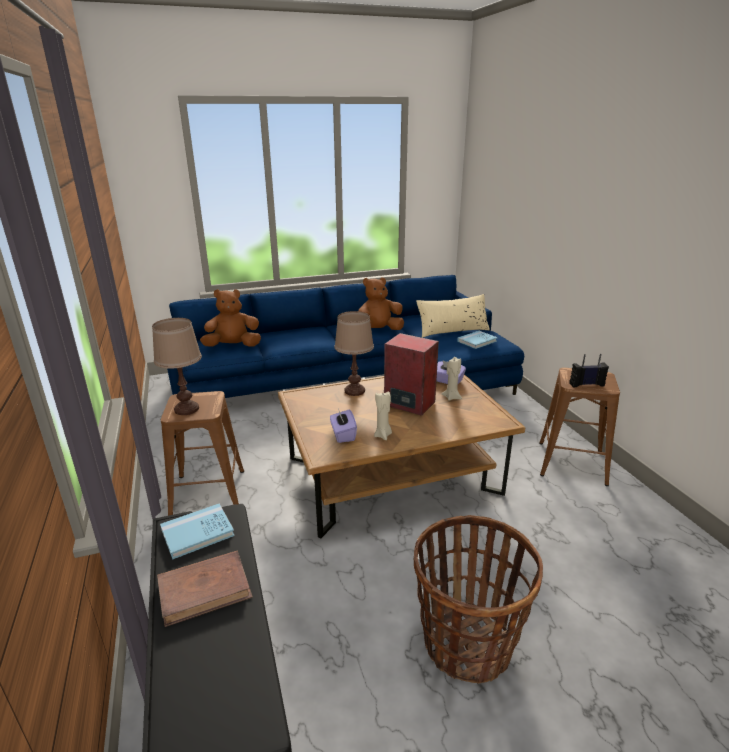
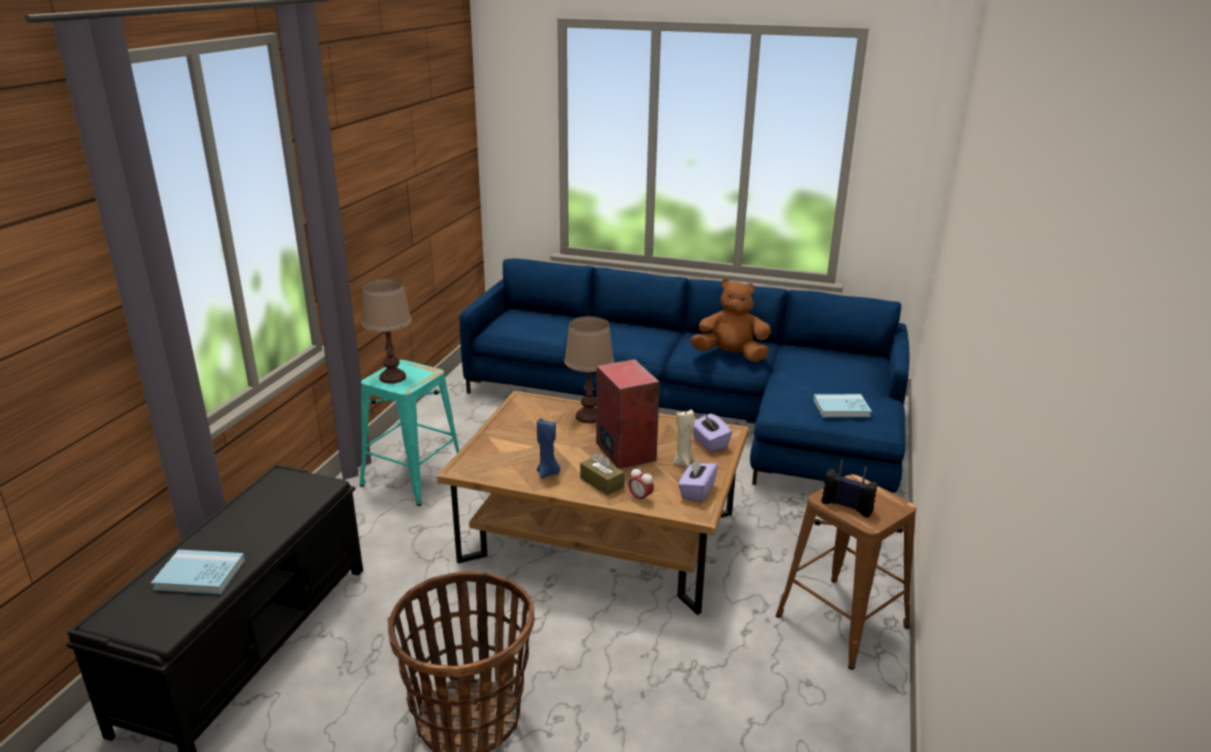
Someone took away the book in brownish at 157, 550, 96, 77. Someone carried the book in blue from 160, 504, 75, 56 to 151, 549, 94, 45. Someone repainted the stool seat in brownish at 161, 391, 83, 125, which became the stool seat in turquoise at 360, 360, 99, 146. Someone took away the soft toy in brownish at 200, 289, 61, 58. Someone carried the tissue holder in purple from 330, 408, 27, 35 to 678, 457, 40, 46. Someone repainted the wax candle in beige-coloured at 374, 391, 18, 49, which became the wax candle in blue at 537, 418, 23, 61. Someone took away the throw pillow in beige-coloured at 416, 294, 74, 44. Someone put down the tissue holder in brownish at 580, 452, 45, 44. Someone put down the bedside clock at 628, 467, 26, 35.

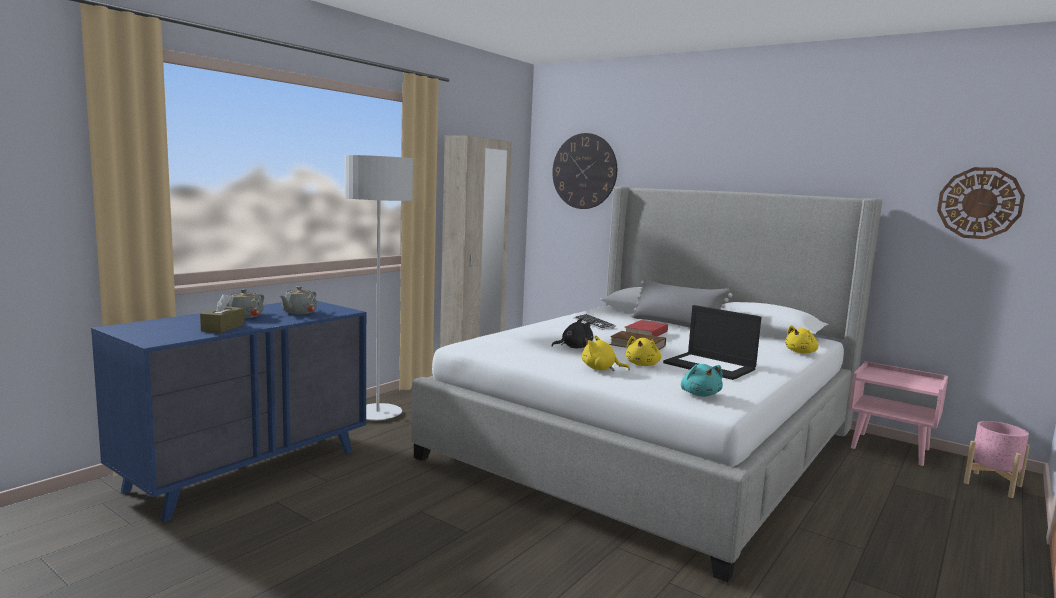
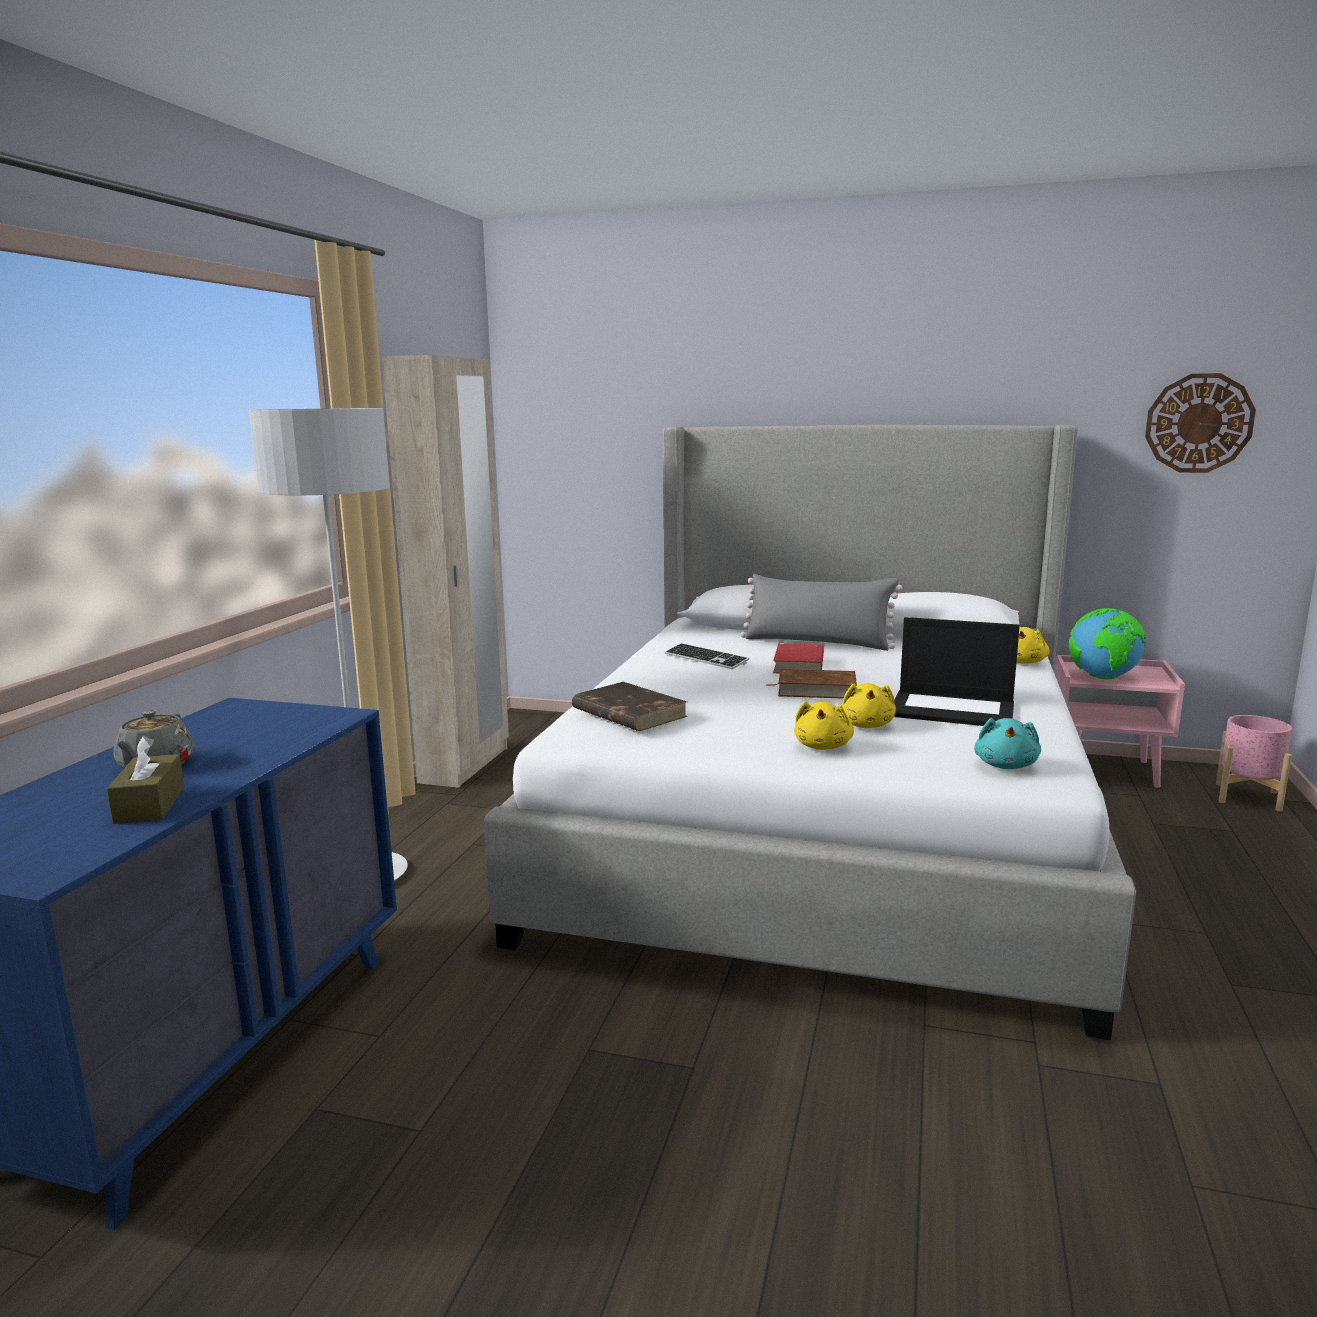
Someone took away the tea pot in grey at 280, 286, 37, 28. Someone took away the soft toy in blackish at 551, 318, 42, 31. Someone took away the clock on the wall at 552, 133, 65, 76. Someone rotated the soft toy in yellow at 582, 335, 48, 36 by 75 degrees counterclockwise. Someone rotated the soft toy in turquoise at 681, 364, 42, 33 by 45 degrees clockwise. Someone put down the book in brownish at 572, 682, 116, 49. Someone put down the desk globe at 1069, 608, 77, 71.

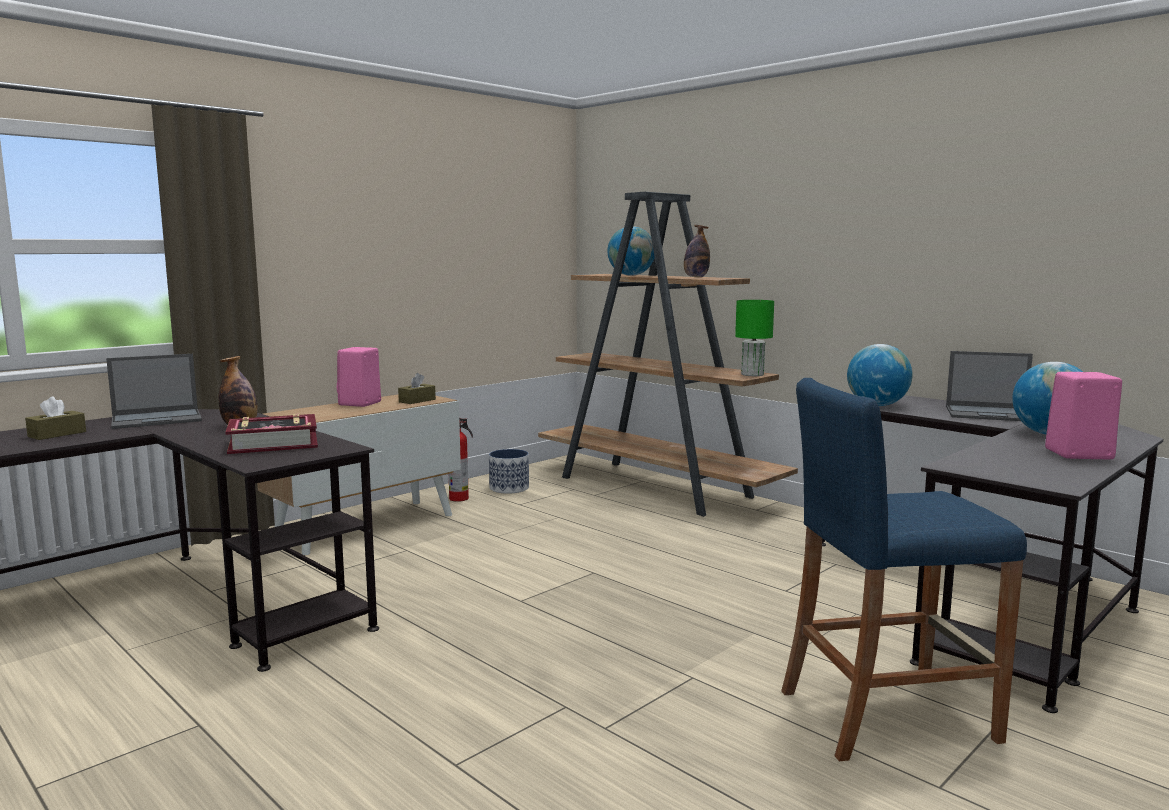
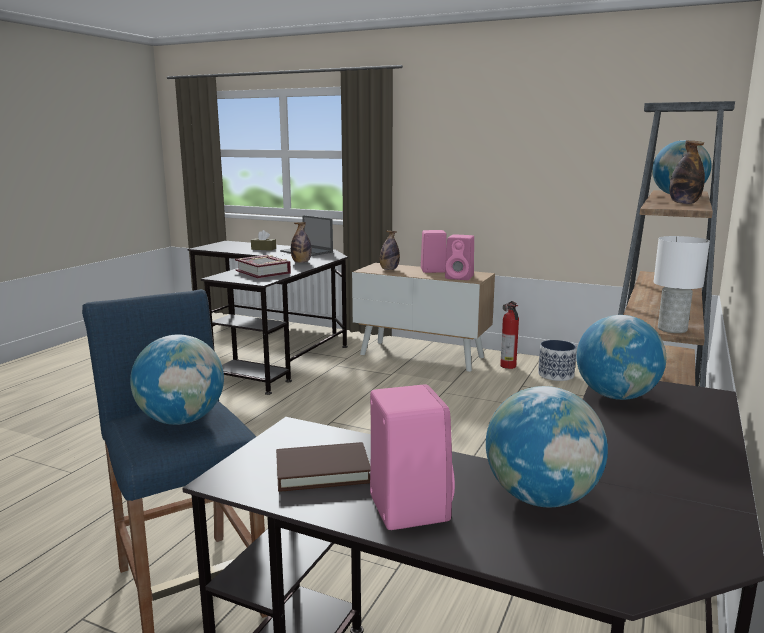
Someone swapped the tissue holder in brownish at 398, 373, 38, 31 for the audio speaker in pink-coloured at 445, 234, 29, 46. Someone repainted the table lamp in greenish at 735, 300, 39, 76, which became the table lamp in whitish at 654, 236, 56, 97. Someone took away the laptop at 946, 351, 87, 70. Someone put down the desk globe at 130, 335, 94, 90. Someone put down the book in brownish at 276, 442, 94, 50. Someone put down the beverage bottle at 380, 231, 20, 39.

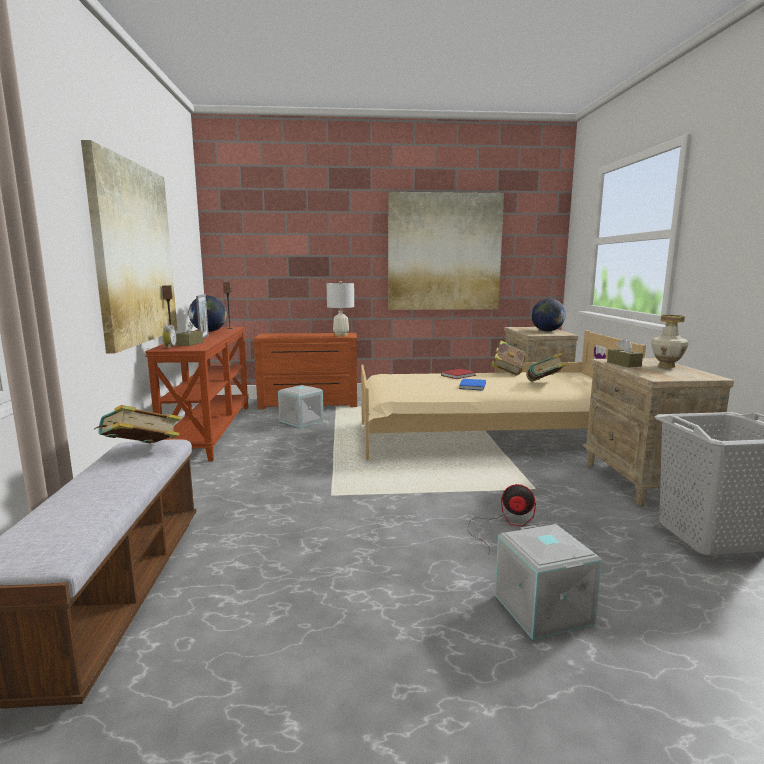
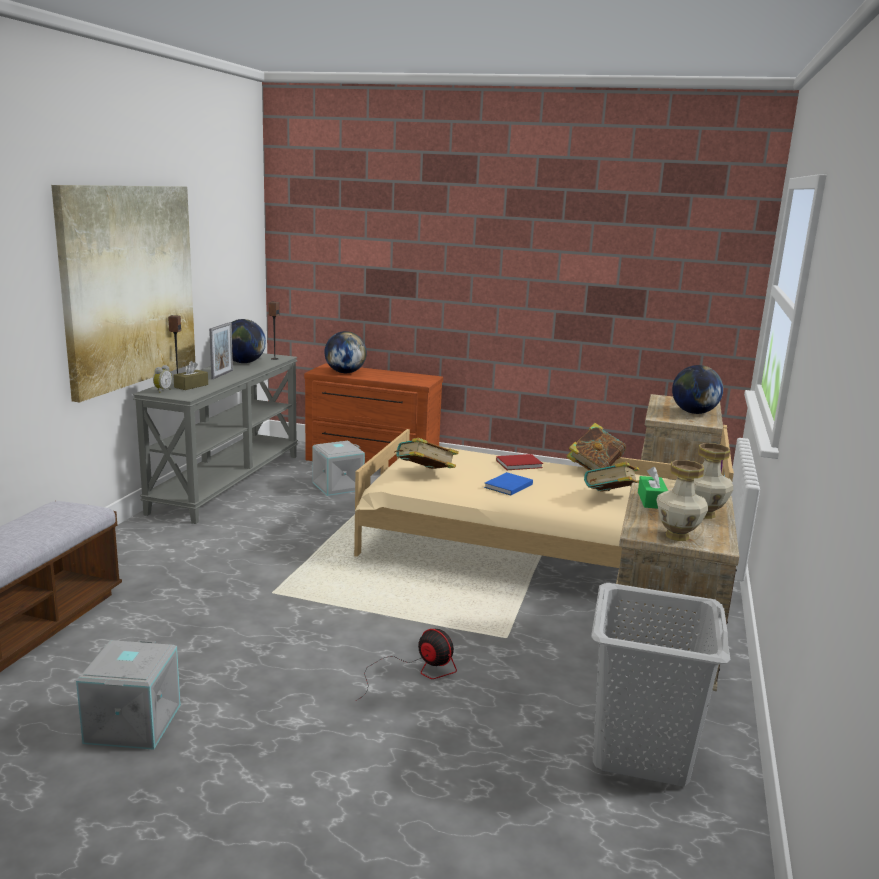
Someone carried the book from 94, 405, 87, 38 to 394, 438, 65, 31. Someone repainted the console table in brownish at 145, 327, 104, 134, which became the console table in grey at 133, 353, 165, 171. Someone took away the table lamp in whitish at 327, 281, 27, 55. Someone took away the wall picture at 388, 192, 116, 118. Someone carried the storage box in grey from 495, 524, 107, 116 to 76, 640, 105, 110. Someone repainted the tissue holder in brownish at 607, 338, 36, 29, which became the tissue holder in greenish at 638, 467, 30, 42. Someone put down the desk globe at 325, 331, 42, 42. Someone put down the decorative vase at 656, 460, 52, 81.

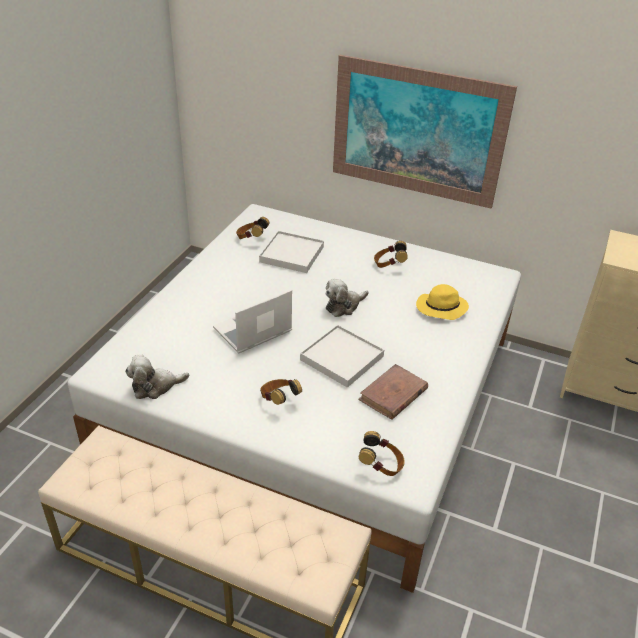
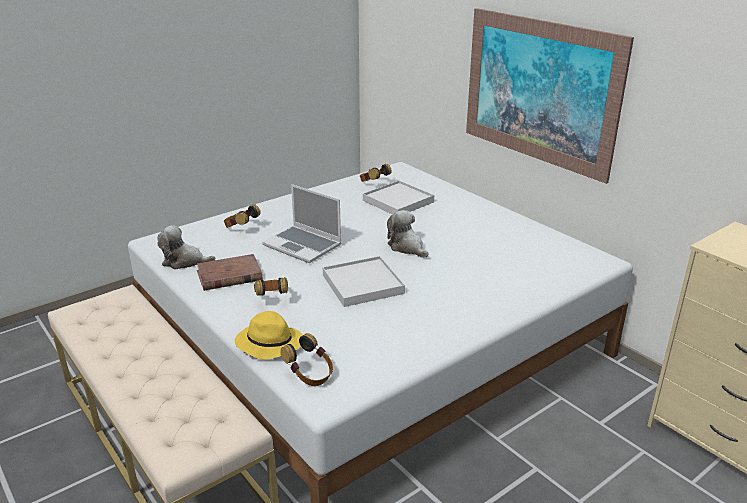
Someone rotated the laptop at 213, 290, 79, 64 by 135 degrees counterclockwise. Someone rotated the soft toy at 326, 279, 43, 38 by 60 degrees clockwise. Someone carried the book in brownish from 358, 364, 70, 56 to 197, 254, 66, 37. Someone carried the pair of headphones from 374, 241, 34, 27 to 224, 205, 37, 23. Someone carried the clothing hat in yellow from 416, 284, 53, 36 to 235, 311, 68, 49.

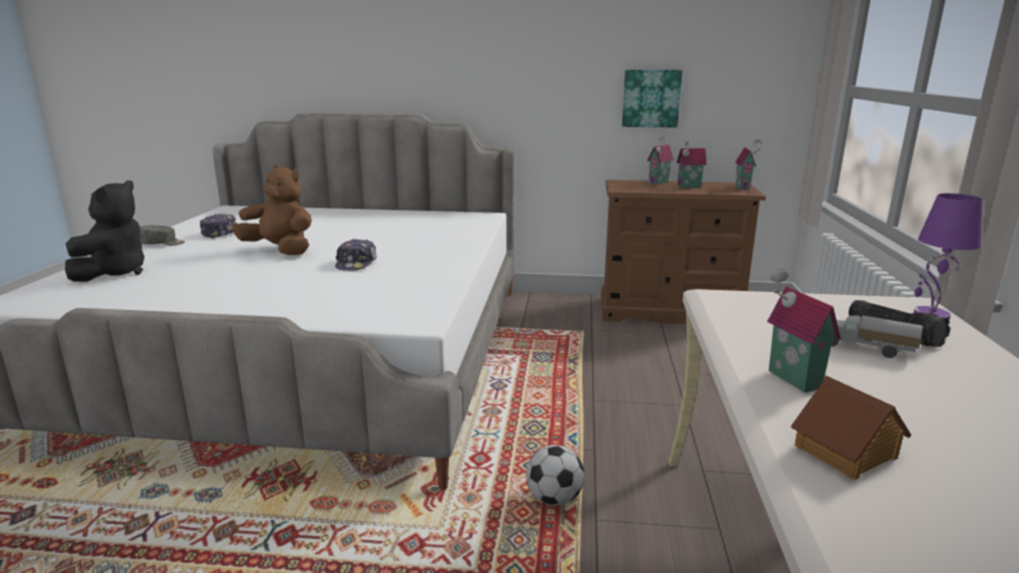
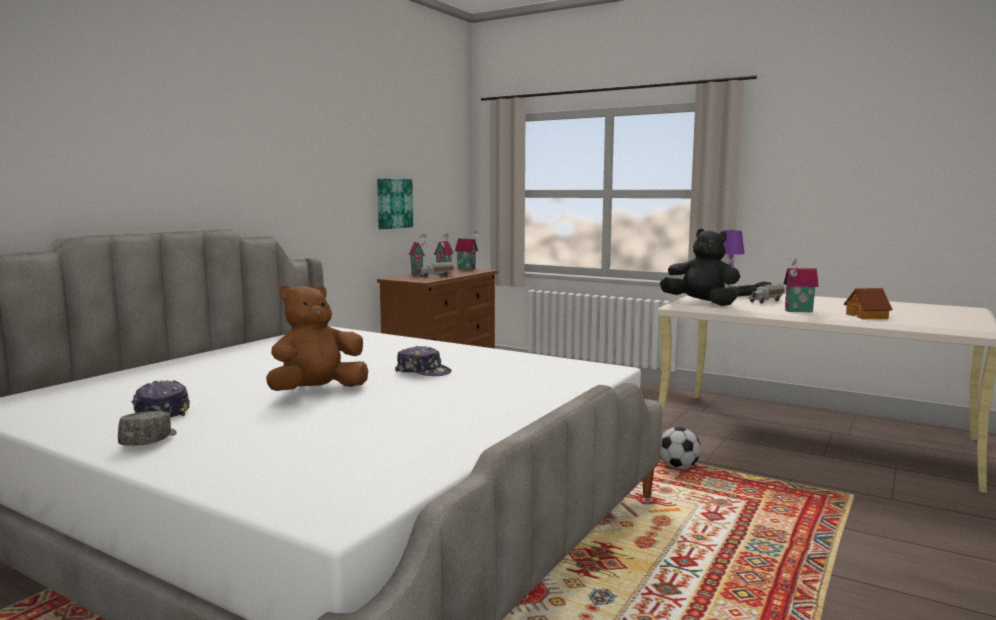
Someone carried the soft toy in blackish from 65, 180, 80, 102 to 660, 229, 80, 77. Someone put down the model truck at 418, 262, 36, 16.

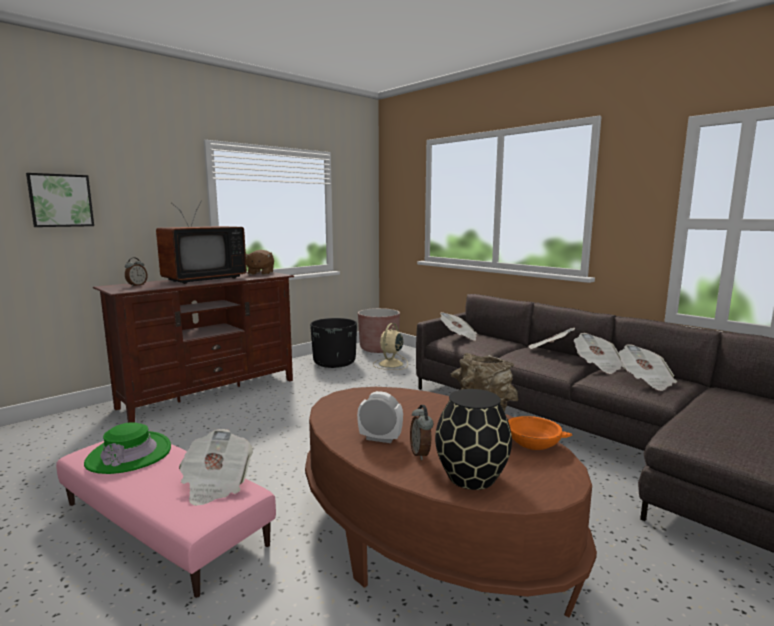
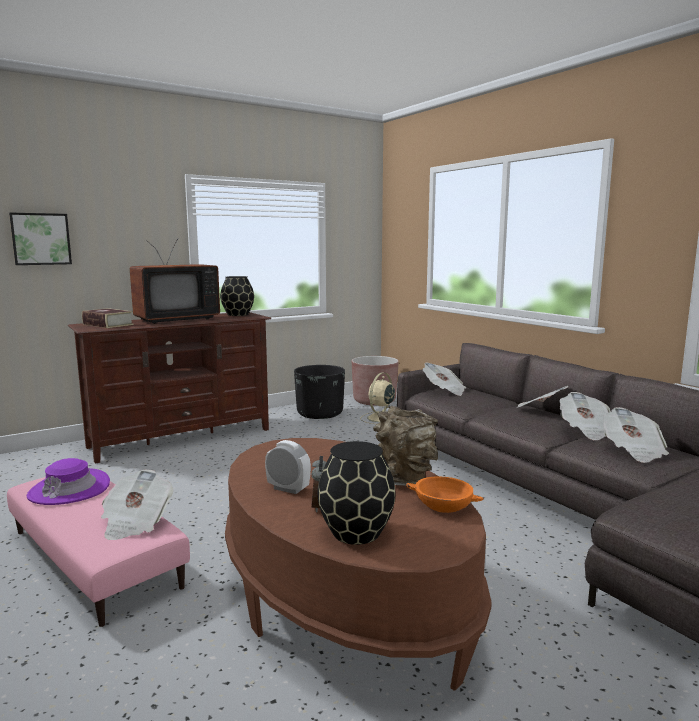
Someone repainted the clothing hat in greenish at 84, 422, 87, 52, which became the clothing hat in purple at 26, 458, 84, 47. Someone swapped the bedside clock at 125, 257, 23, 30 for the book at 82, 308, 52, 20. Someone swapped the soft toy in brownish at 246, 250, 28, 25 for the decorative vase in blackish at 220, 276, 34, 40.

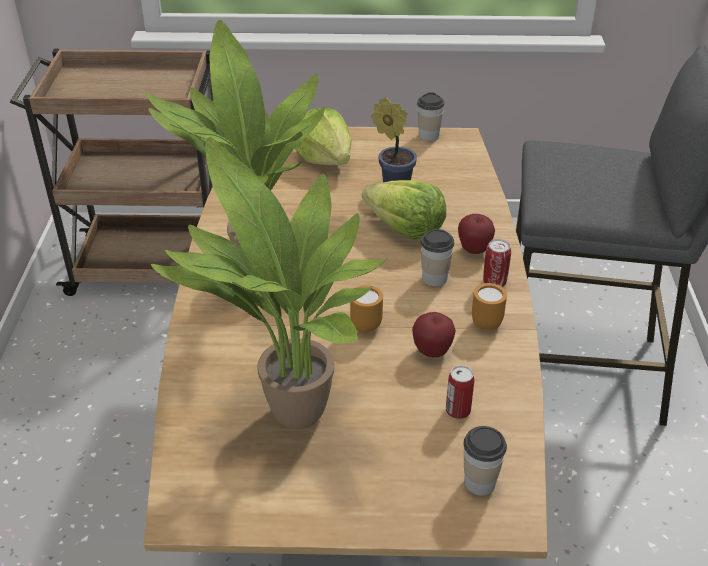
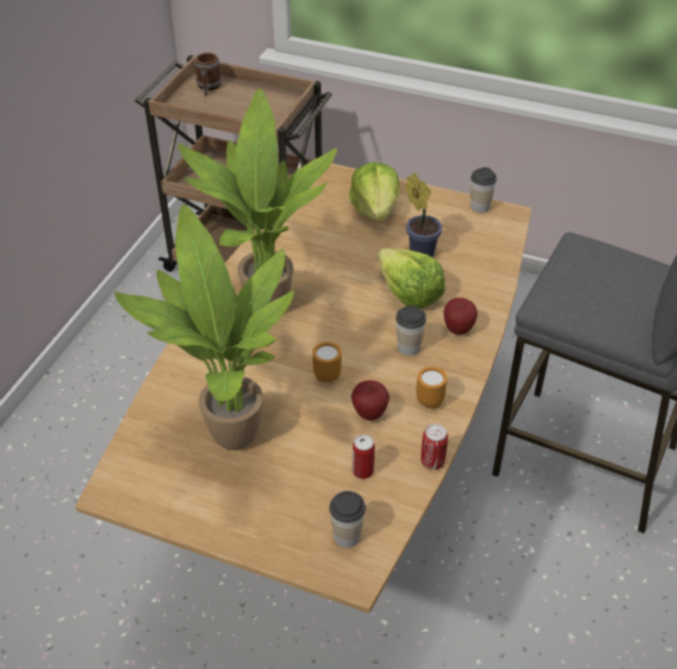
Someone carried the sealed can from 483, 239, 28, 48 to 421, 424, 27, 46. Someone put down the mug at 195, 53, 27, 44.

